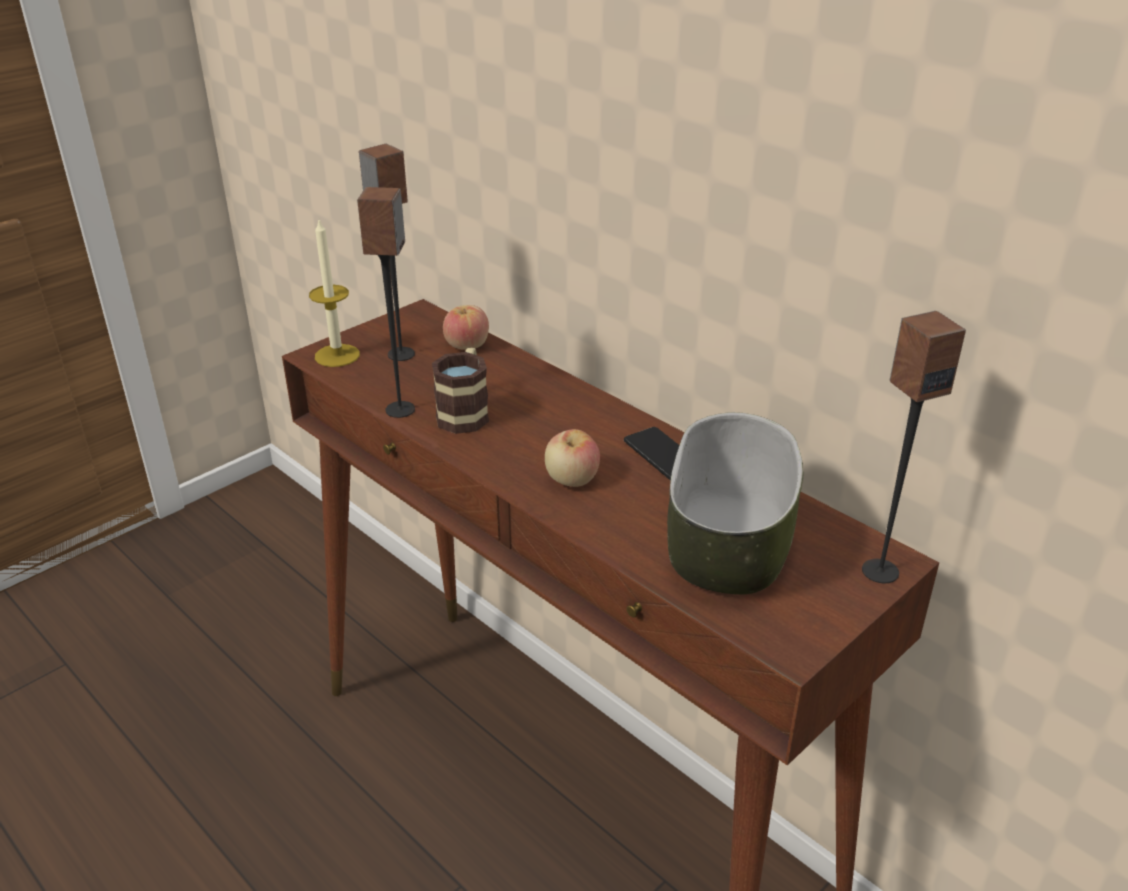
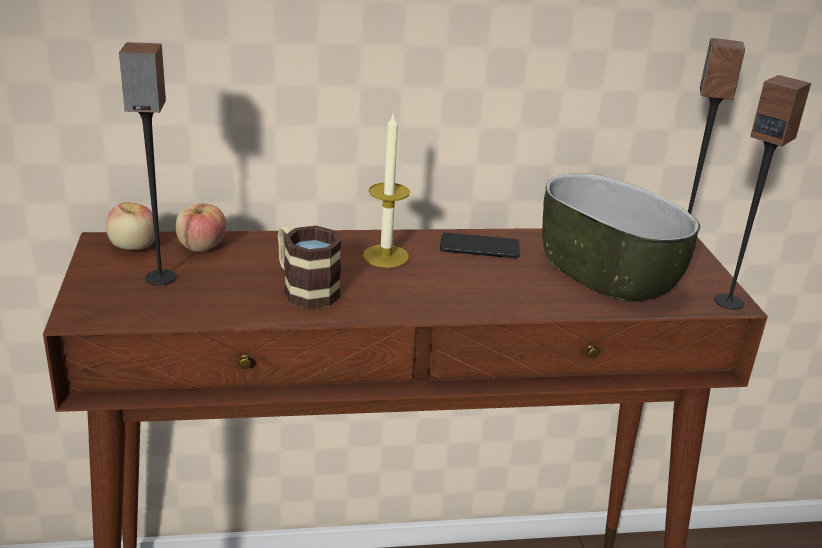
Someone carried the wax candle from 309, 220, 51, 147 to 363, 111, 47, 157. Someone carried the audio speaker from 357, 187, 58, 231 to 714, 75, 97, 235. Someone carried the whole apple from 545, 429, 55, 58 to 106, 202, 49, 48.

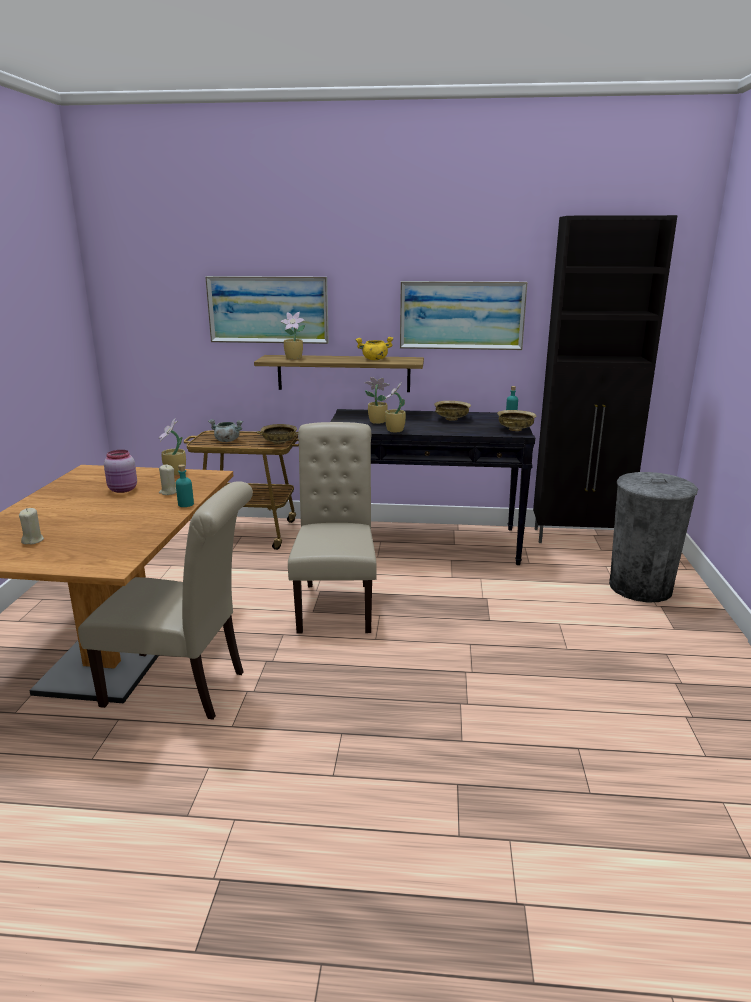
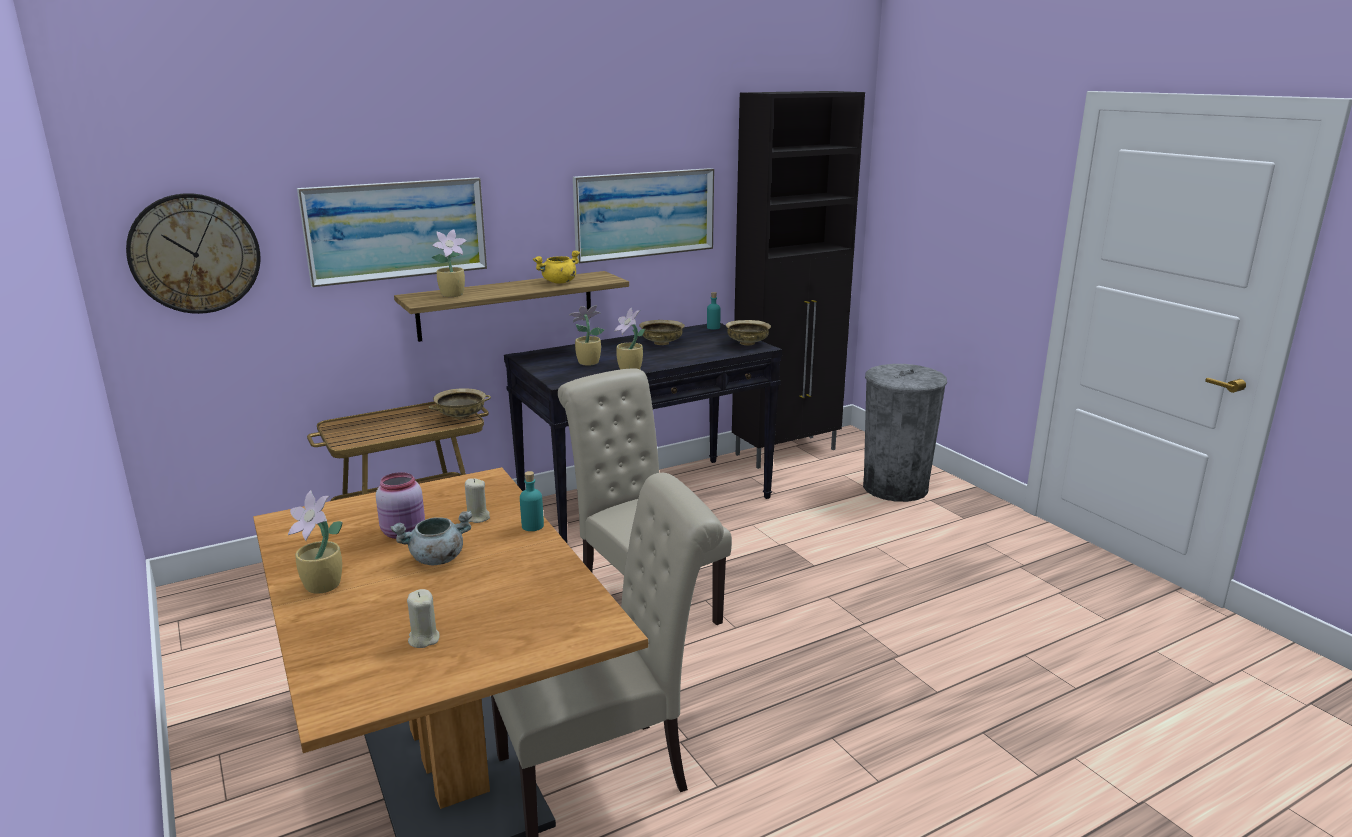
Someone carried the houseplant from 159, 418, 27, 57 to 288, 490, 55, 104. Someone carried the cooking pot in grey from 208, 419, 35, 23 to 390, 511, 82, 54. Someone put up the clock on the wall at 126, 193, 134, 121.

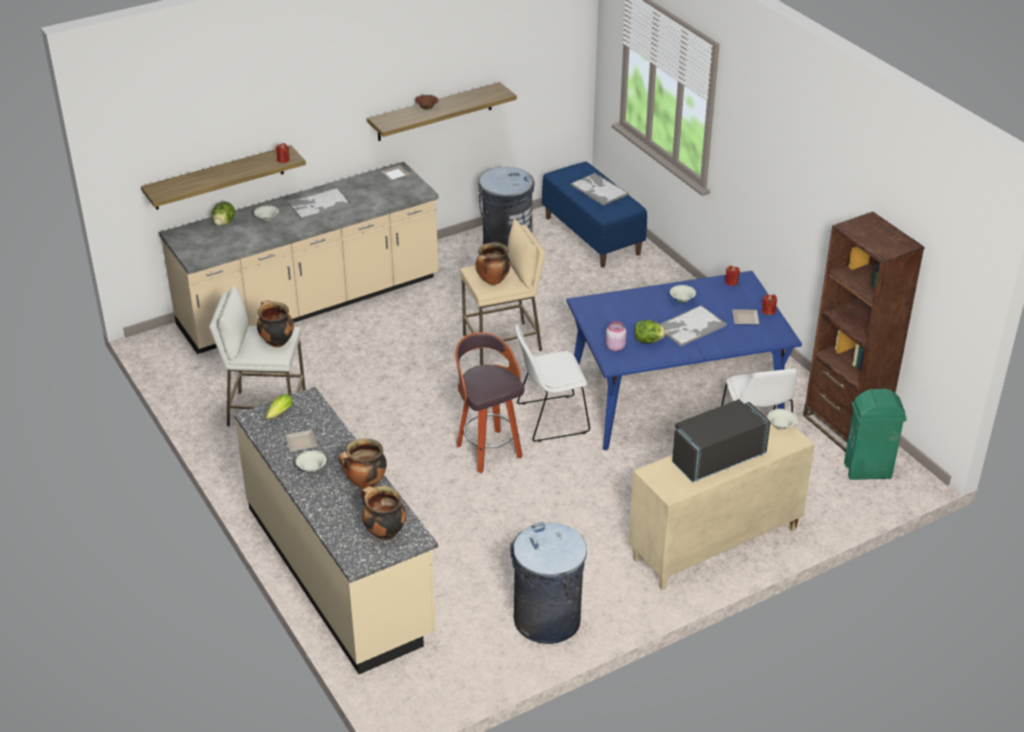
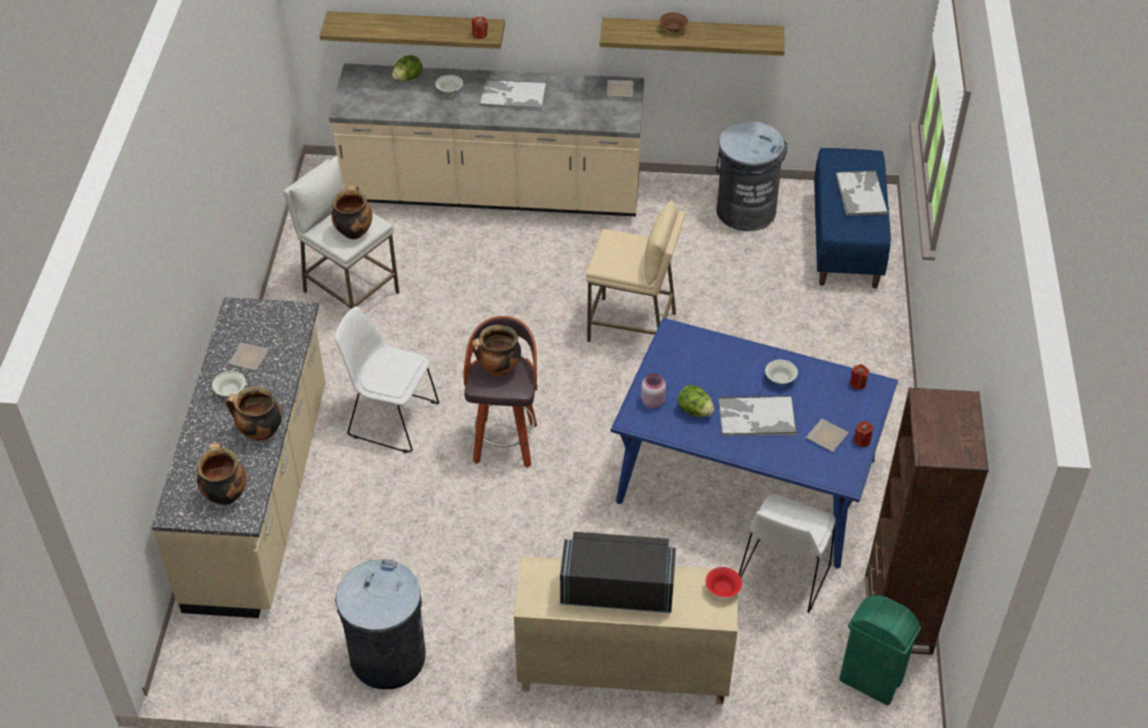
Someone took away the lettuce at 266, 394, 26, 25. Someone carried the cooking pot from 475, 242, 35, 43 to 471, 325, 50, 51. Someone carried the plain chair in whitish from 515, 325, 75, 117 to 335, 306, 104, 147. Someone repainted the bowl in whitish at 768, 409, 29, 20, which became the bowl in red-coloured at 706, 567, 36, 30.

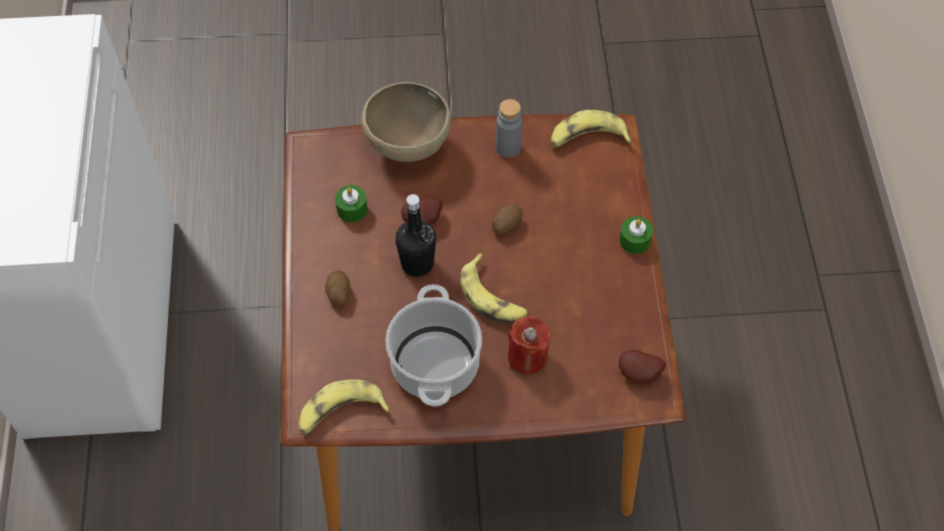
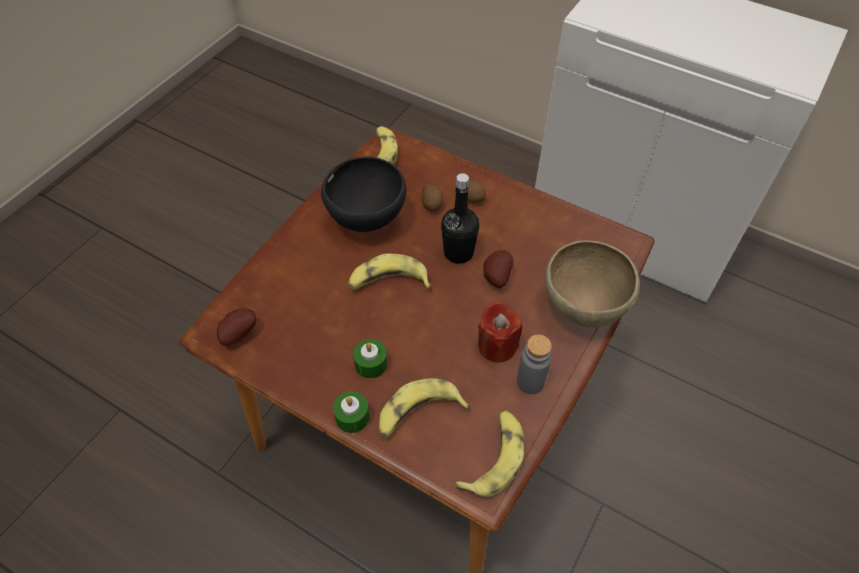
Someone carried the wax candle in greenish from 335, 185, 33, 37 to 353, 339, 34, 39. Someone swapped the cooking pot at 385, 284, 97, 123 for the bowl in blackish at 321, 157, 85, 75. Someone carried the whole potato from 492, 204, 31, 31 to 422, 184, 21, 27. Someone carried the wax candle in red-coloured from 508, 316, 43, 58 to 478, 301, 44, 62. Someone put down the banana fruit at 379, 378, 90, 61.

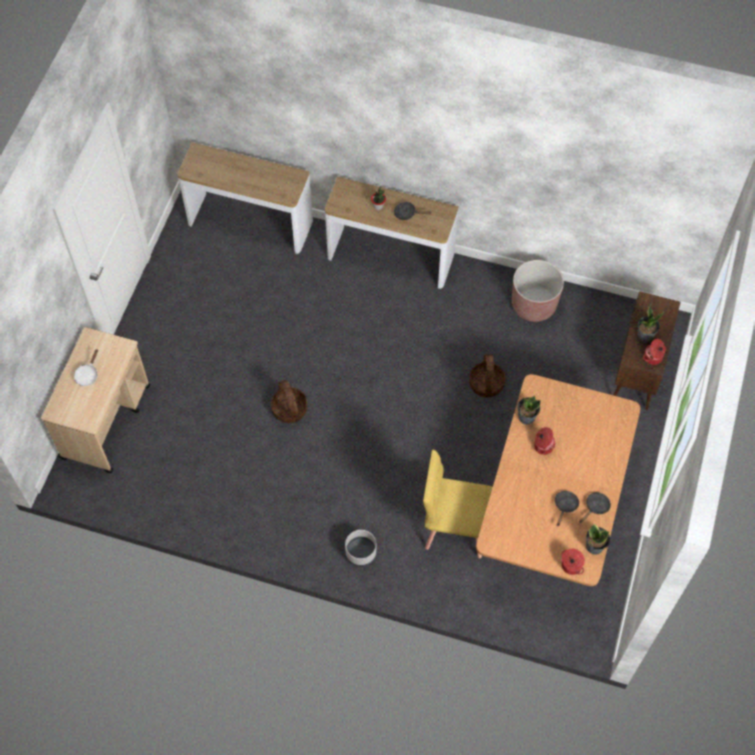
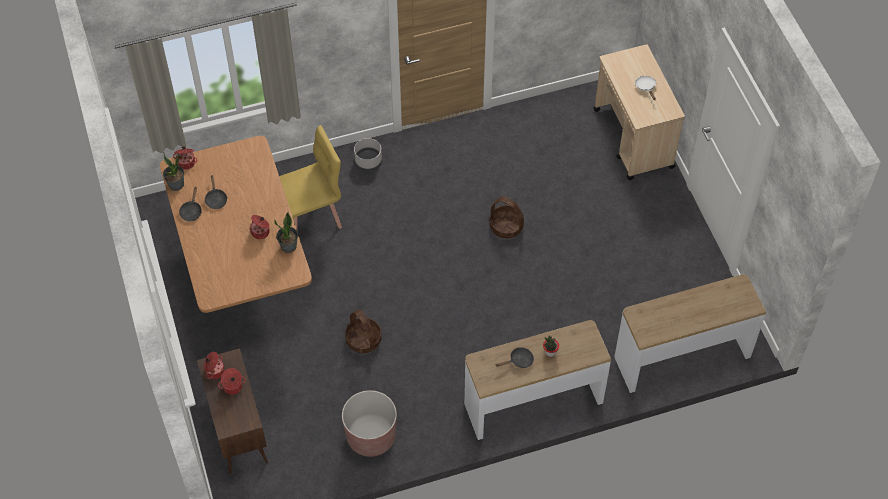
Someone swapped the houseplant at 638, 303, 26, 39 for the cooking pot at 218, 368, 28, 27.

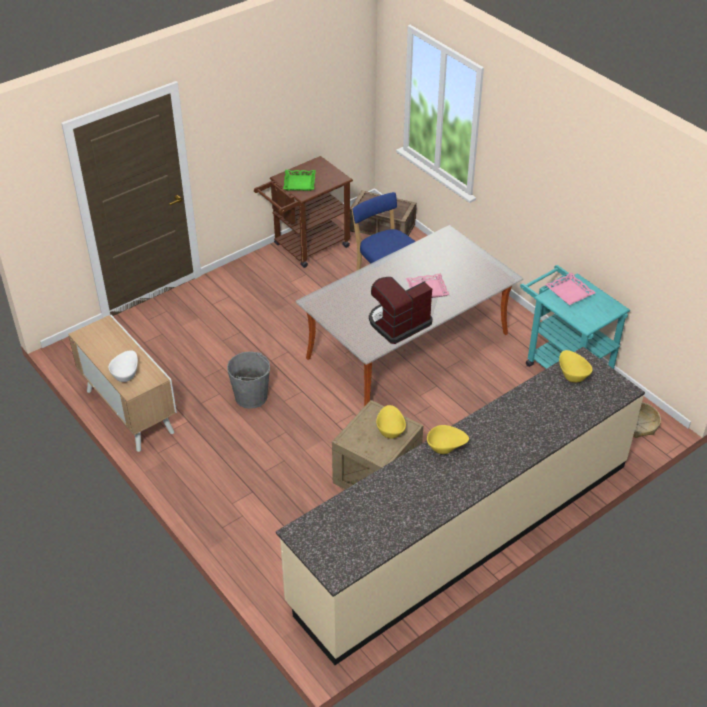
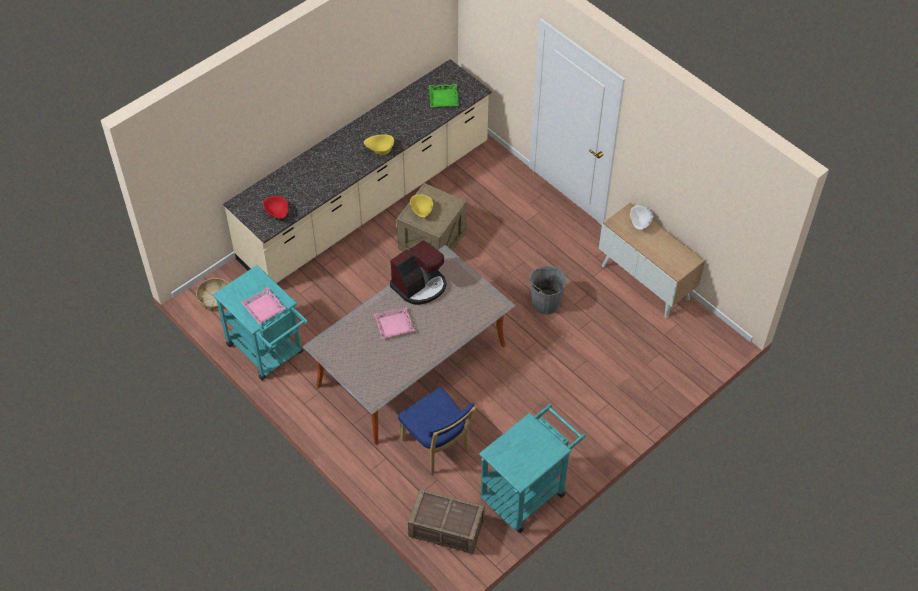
Someone repainted the wheeled cart in brownish at 254, 156, 99, 112, which became the wheeled cart in turquoise at 479, 404, 107, 129. Someone carried the serving tray in greenish from 283, 170, 33, 21 to 429, 84, 30, 23. Someone repainted the bowl in yellow at 559, 350, 34, 33, which became the bowl in red-coloured at 263, 196, 25, 23.

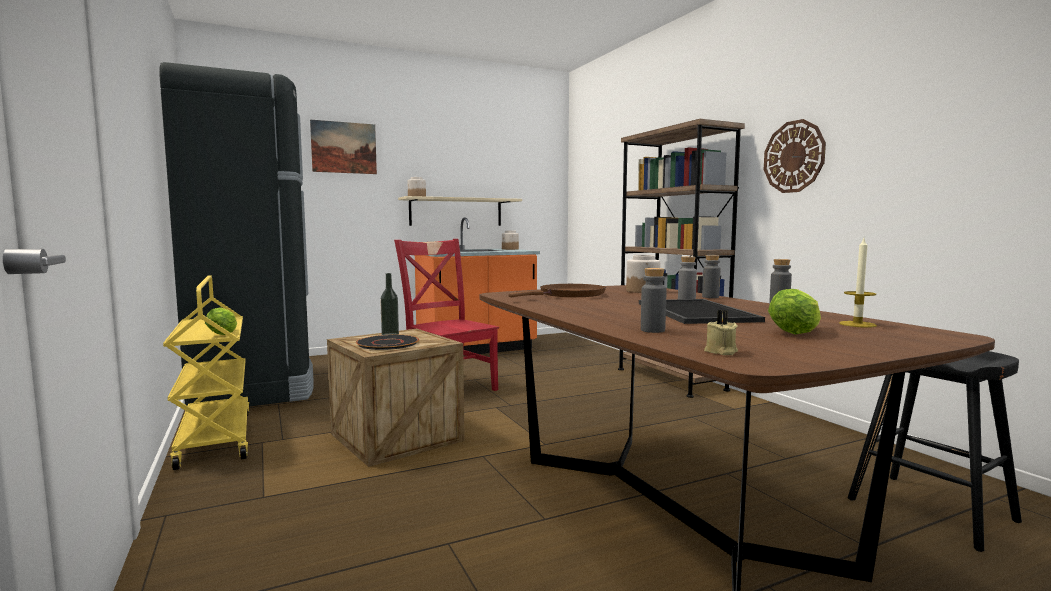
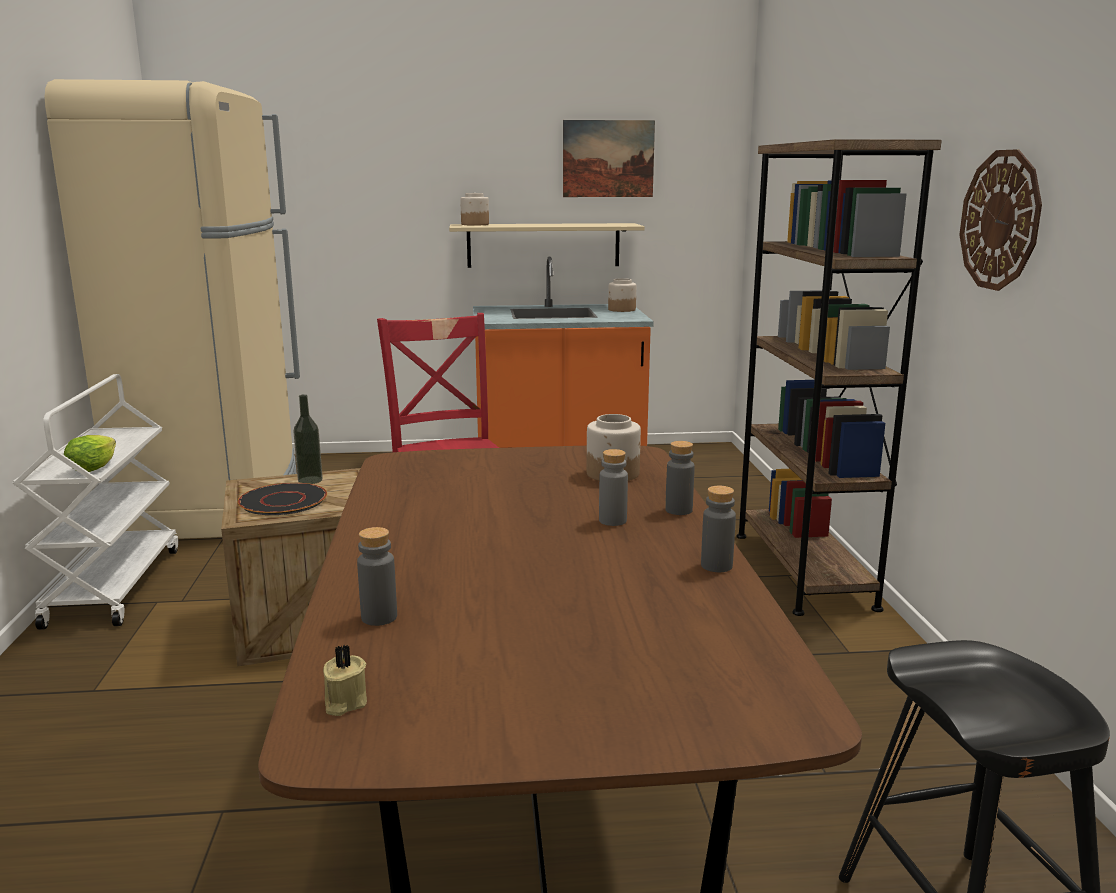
Someone repainted the refrigerator in blackish at 159, 62, 155, 345, which became the refrigerator in beige-coloured at 45, 79, 255, 460. Someone repainted the wheeled cart in yellow at 163, 276, 86, 194, which became the wheeled cart in whitish at 13, 374, 165, 256. Someone carried the wall picture from 310, 120, 67, 54 to 563, 120, 92, 77. Someone took away the pan in brownish at 508, 284, 98, 13. Someone took away the serving tray at 639, 299, 126, 25. Someone took away the lettuce at 768, 289, 53, 46. Someone took away the wax candle at 839, 238, 38, 90.

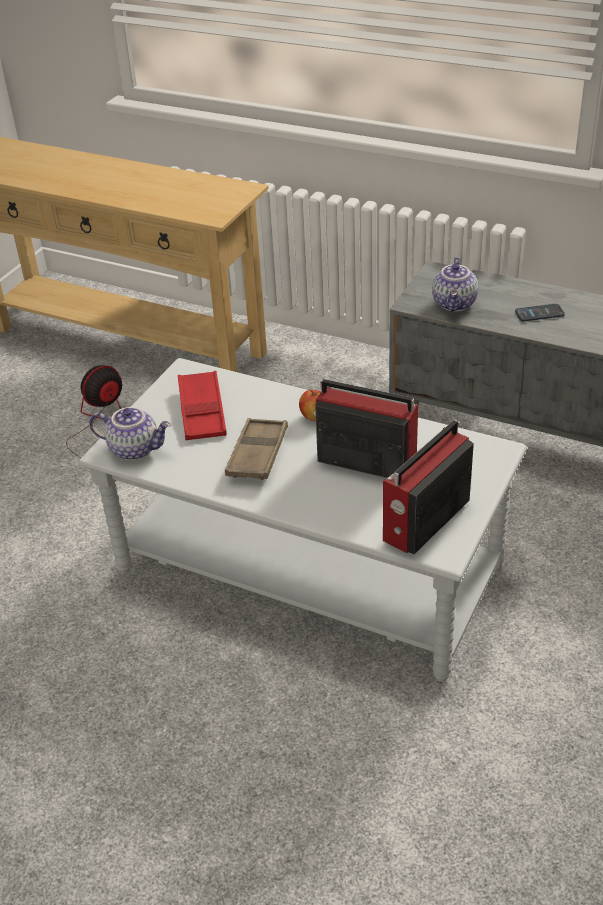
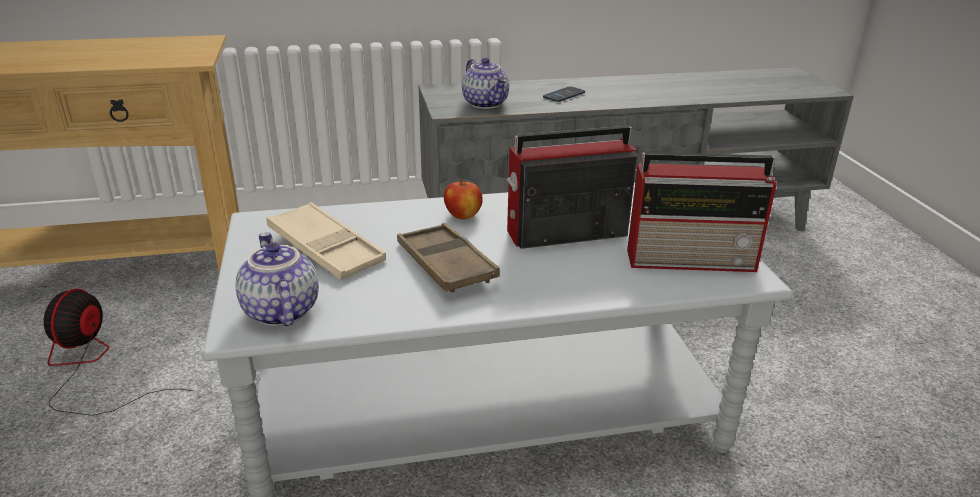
Someone rotated the tea pot at 89, 407, 82, 53 by 90 degrees counterclockwise. Someone repainted the serving tray in red-coloured at 178, 371, 49, 69, which became the serving tray in beige-coloured at 266, 202, 120, 78. Someone rotated the radio set at 383, 420, 91, 134 by 90 degrees counterclockwise.

